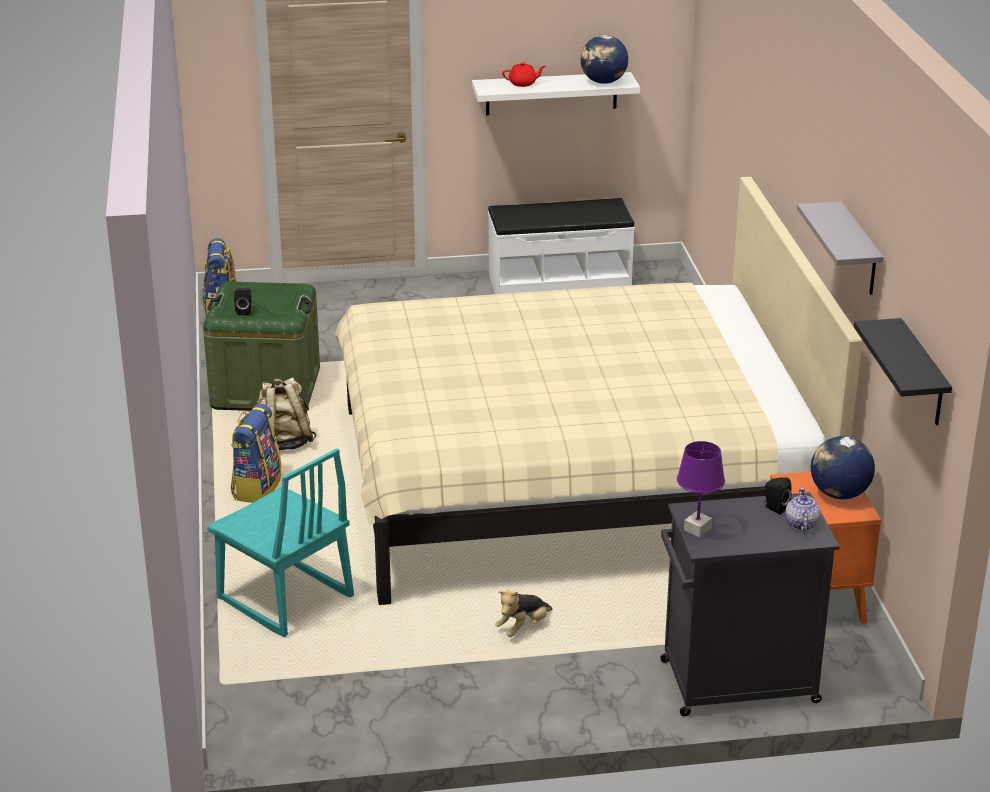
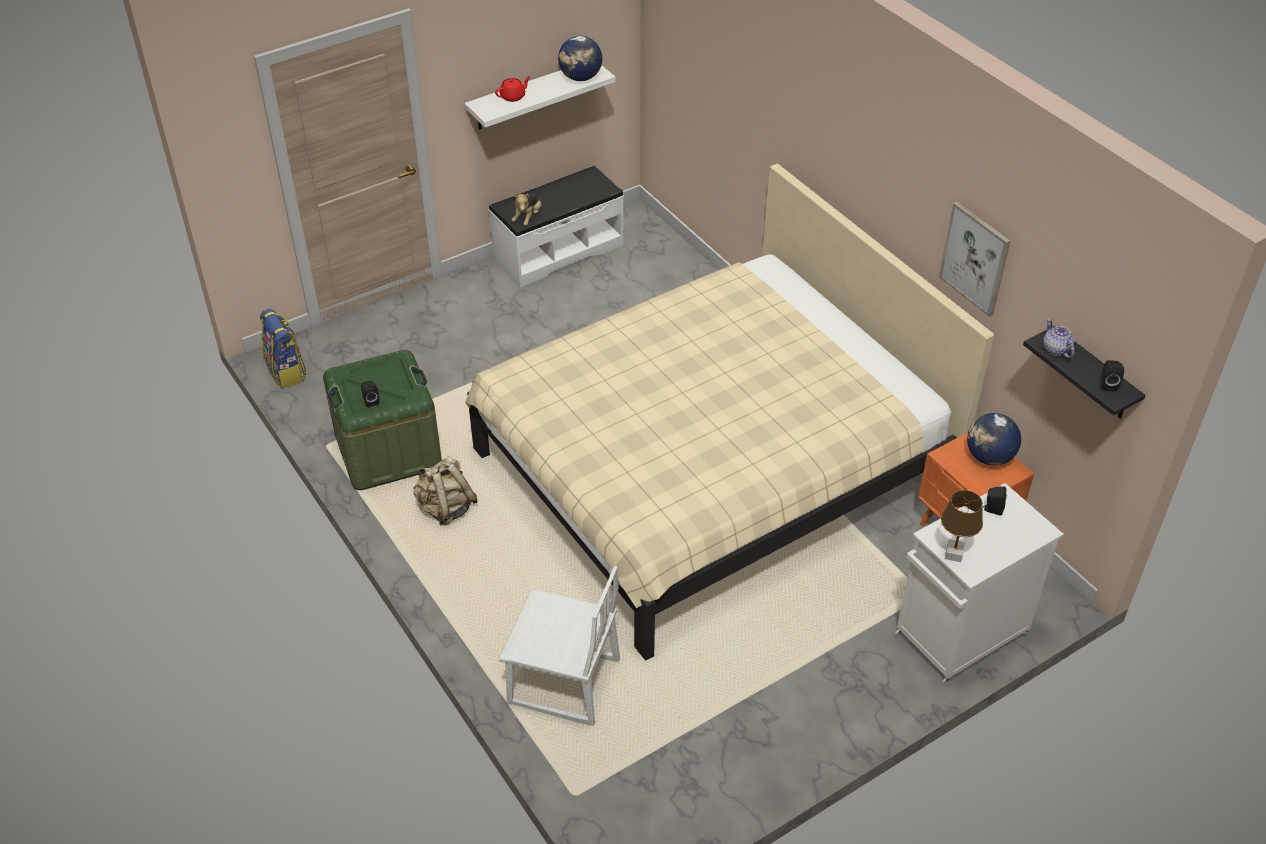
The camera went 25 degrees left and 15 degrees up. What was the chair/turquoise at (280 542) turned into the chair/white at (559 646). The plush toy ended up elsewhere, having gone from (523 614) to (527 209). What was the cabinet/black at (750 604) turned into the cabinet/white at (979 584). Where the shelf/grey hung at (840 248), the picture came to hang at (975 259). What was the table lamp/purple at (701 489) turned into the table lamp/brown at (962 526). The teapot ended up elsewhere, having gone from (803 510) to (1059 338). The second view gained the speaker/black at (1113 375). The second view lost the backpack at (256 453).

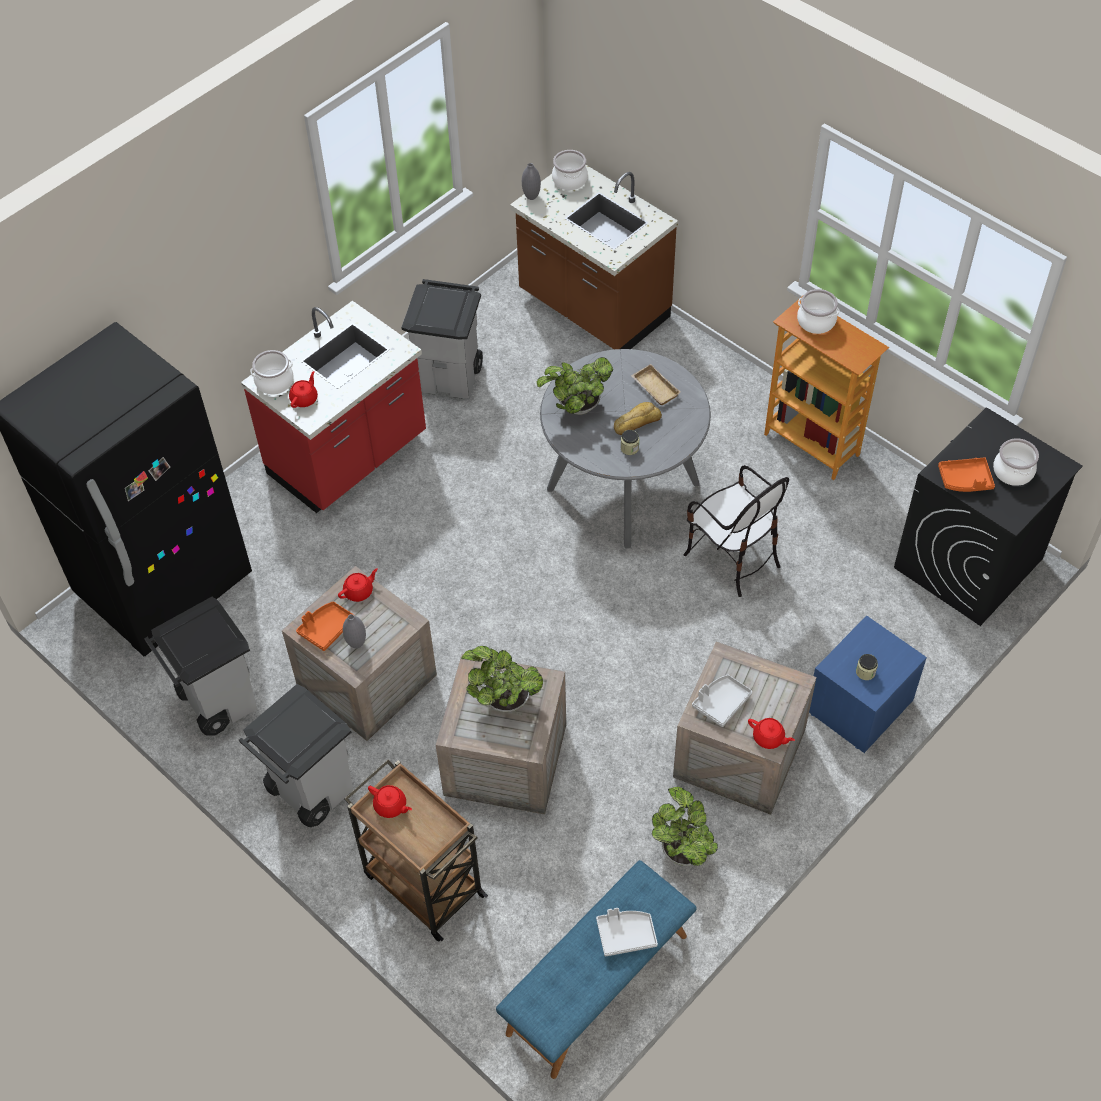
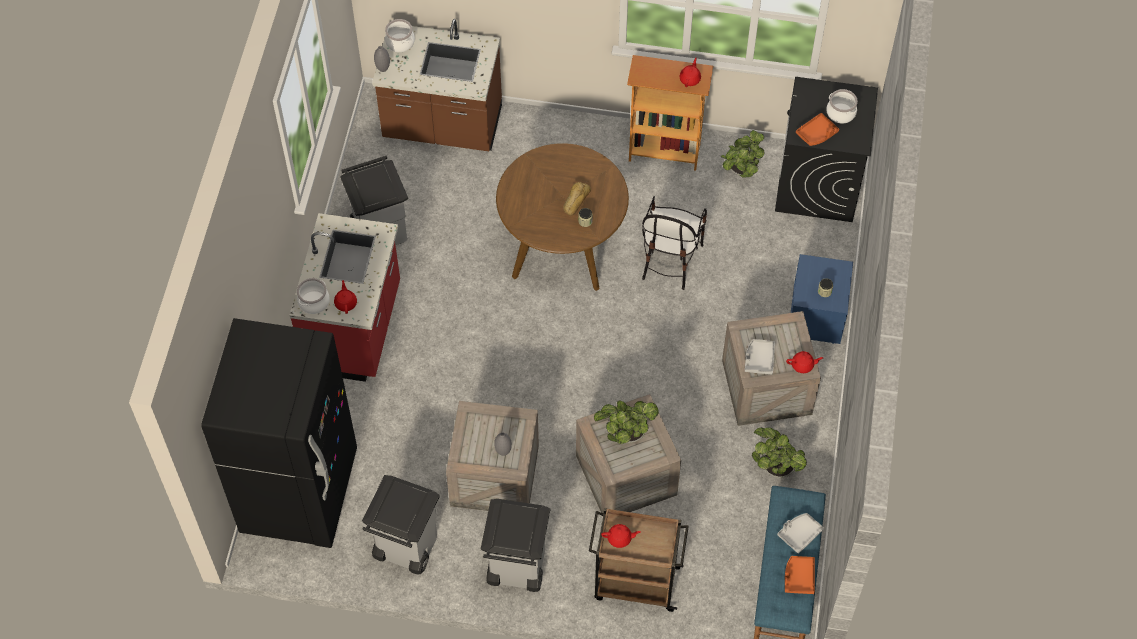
The camera went 35 degrees left and 5 degrees up. What was the dining table/grey at (625 448) turned into the dining table/brown at (562 217). The chair at (736 531) ended up facing another way, 90 degrees clockwise from before. The teapot/red ended up elsewhere, having gone from (358 585) to (690 72). The potted plant ended up elsewhere, having gone from (575 386) to (743 154). The tray/orange ended up elsewhere, having gone from (325 626) to (800 575). The second view lost the tray/beige at (656 384). The second view lost the cooking pot at (818 311).

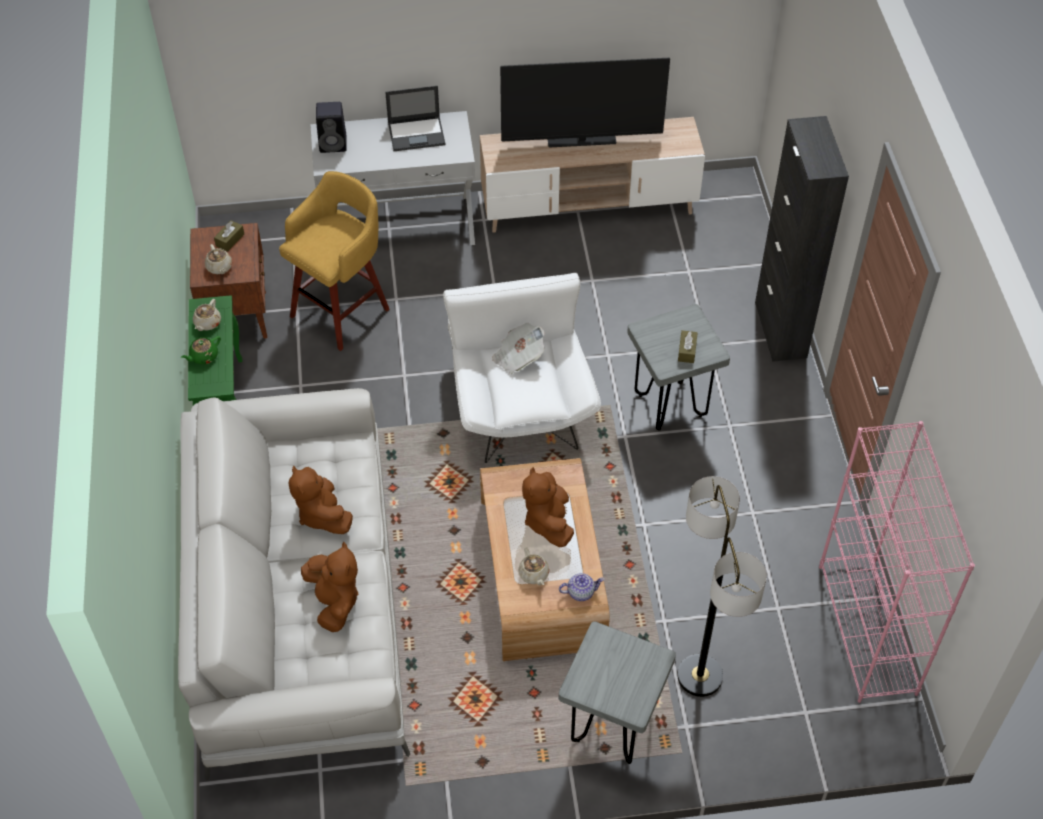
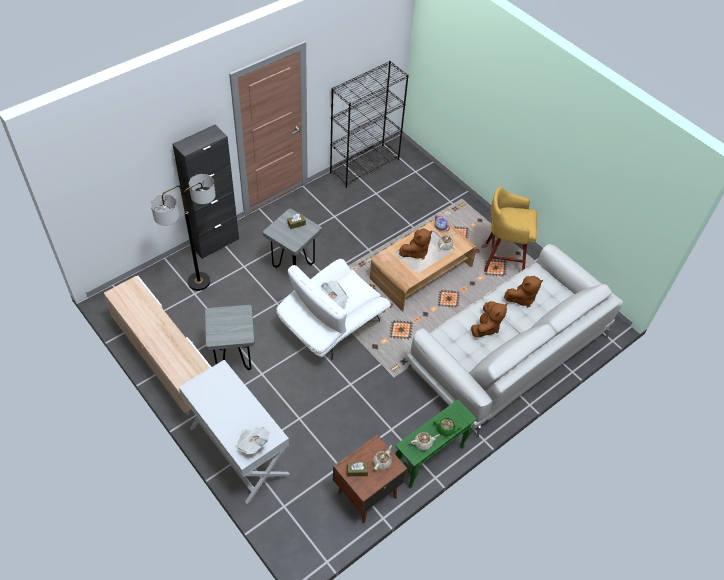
The camera went 125 degrees left and 0 degrees up. The floor lamp ended up elsewhere, having gone from (722 586) to (183 232). The stool/grey ended up elsewhere, having gone from (617 693) to (230 337). Where the speaker/black stood at (331 127), the newspaper came to stand at (253 440). What was the bookcase/pink at (897 562) turned into the bookcase/black at (369 124). The stool/yellow ended up elsewhere, having gone from (334 261) to (510 229). The plush toy/brown at (330 586) ended up facing another way, 150 degrees counterclockwise from before. The second view lost the laptop at (415 118). The second view lost the television at (585 102).

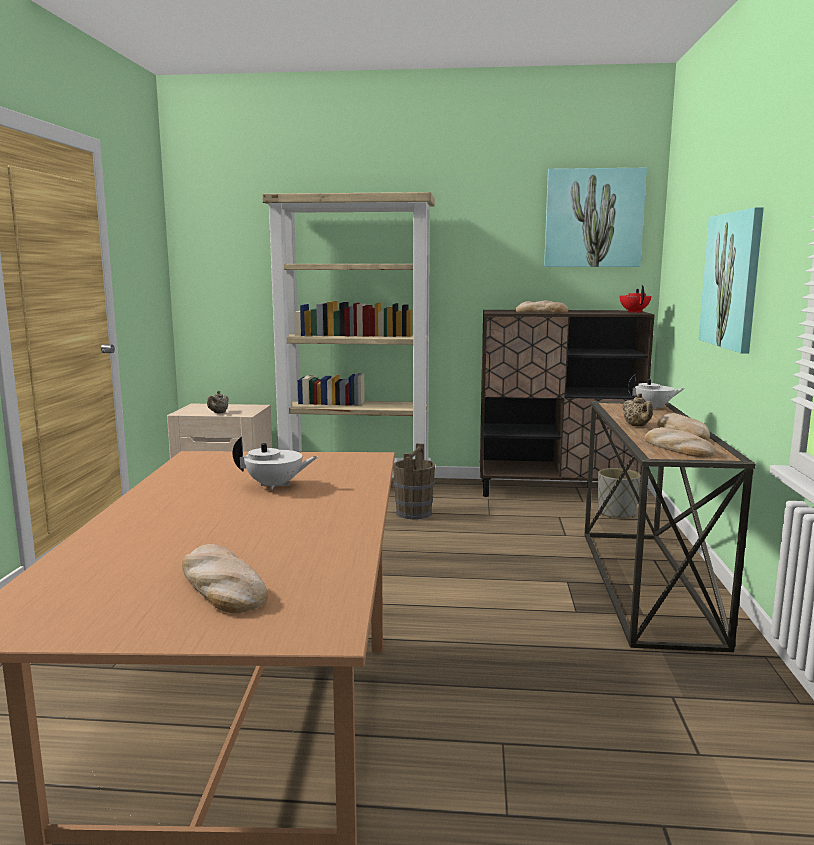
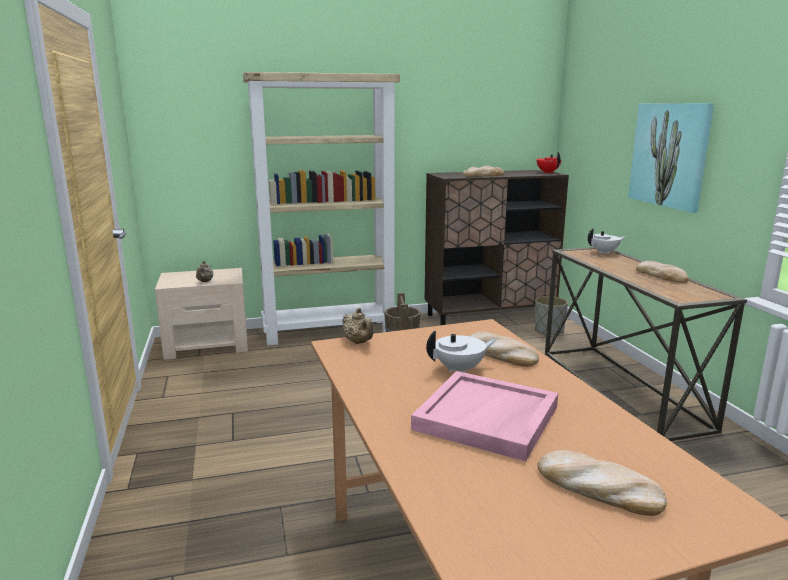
The camera went 20 degrees left and 5 degrees up. The teapot/beige ended up elsewhere, having gone from (638 409) to (358 326). The second view gained the tray/pink at (484 416). The bread ended up elsewhere, having gone from (680 442) to (504 349). The second view lost the picture at (595 217).

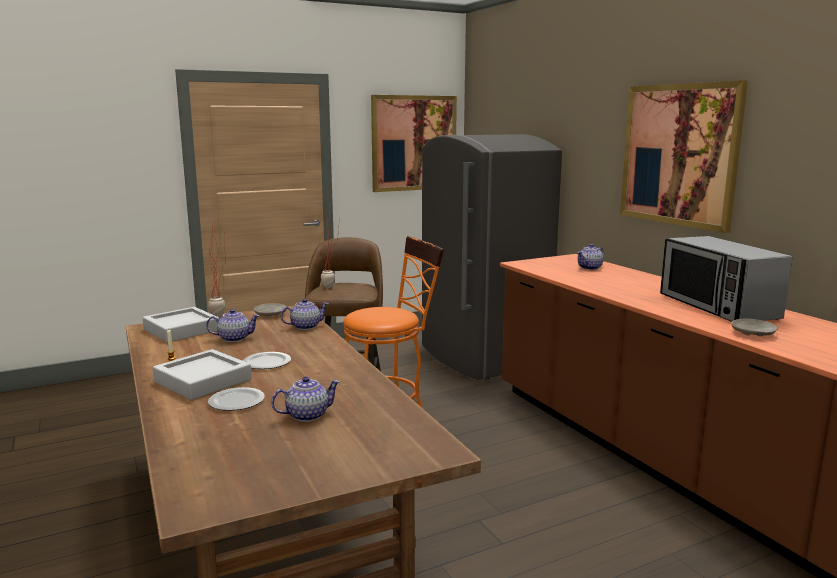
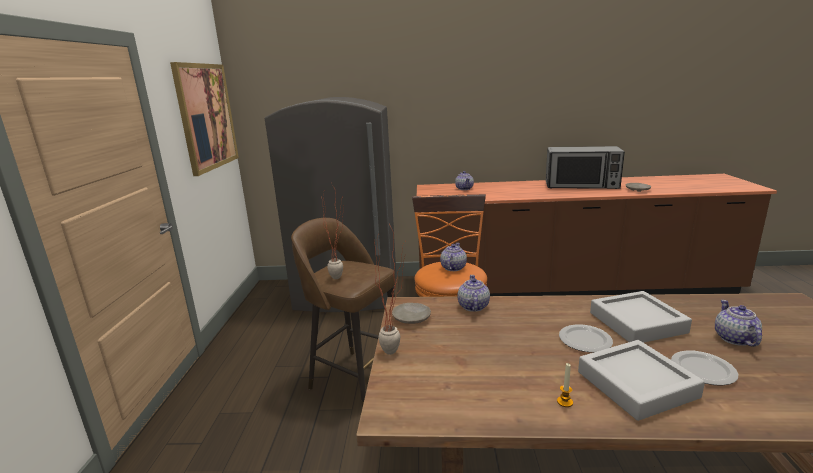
The camera went 60 degrees left and 5 degrees up. The teapot ended up elsewhere, having gone from (233 325) to (453 257). The tray/grey ended up elsewhere, having gone from (181 324) to (641 317). The second view lost the picture at (684 156).

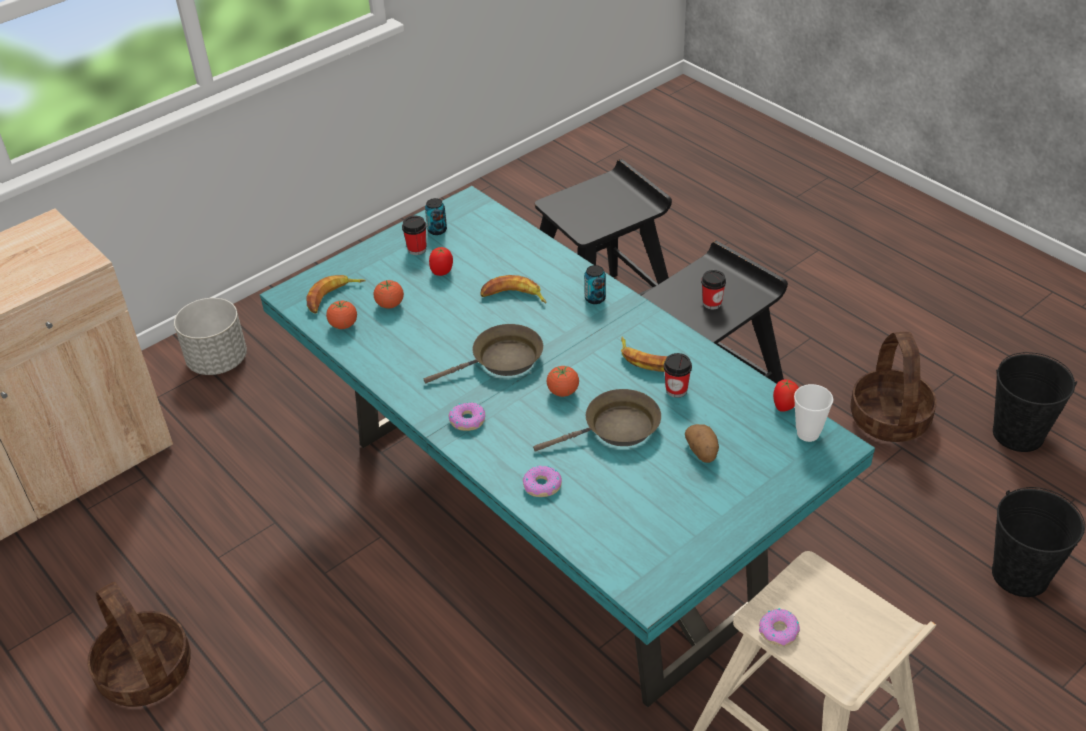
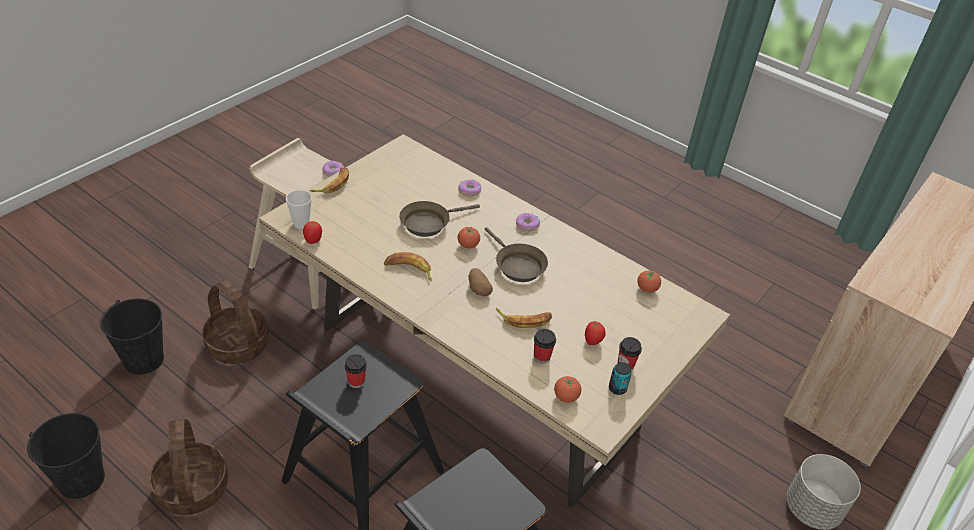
The camera went 165 degrees right and 0 degrees up. The basket ended up elsewhere, having gone from (139 644) to (235 322). What was the dining table/turquoise at (567 446) turned into the dining table/beige at (494 321). The banana ended up elsewhere, having gone from (336 294) to (329 180). The potato ended up elsewhere, having gone from (702 443) to (480 282). The frying pan/brown at (483 354) ended up facing another way, 90 degrees counterclockwise from before. The cup ended up elsewhere, having gone from (678 375) to (545 346). The tomato ended up elsewhere, having gone from (389 294) to (567 389). The second view lost the can at (595 284).

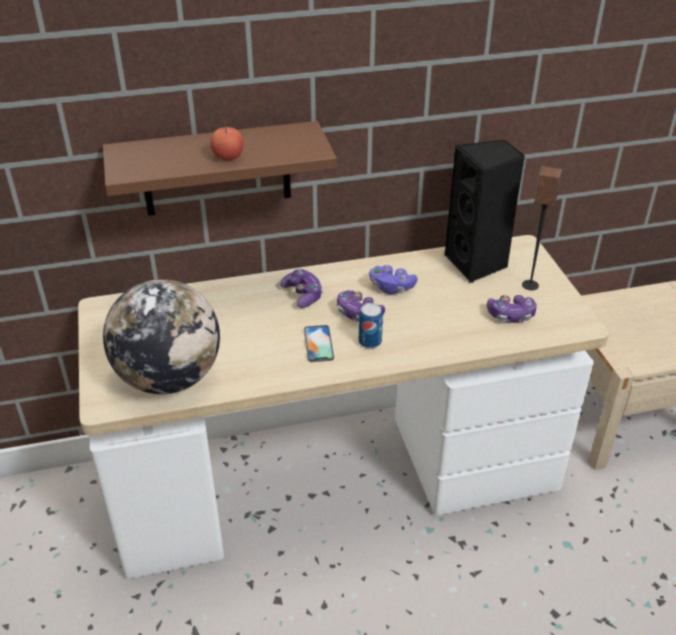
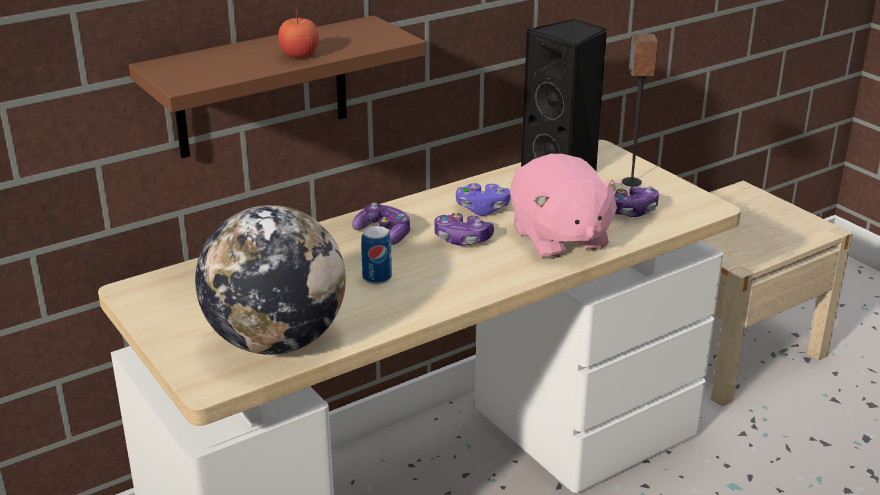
The camera went 20 degrees left and 10 degrees down. The can ended up elsewhere, having gone from (371 325) to (376 255). The second view gained the plush toy/pink at (566 206). The second view lost the phone at (319 343).

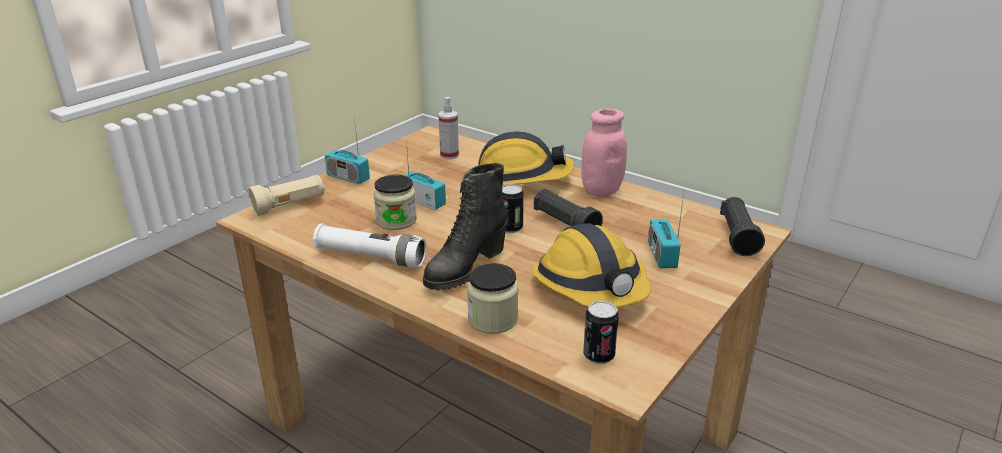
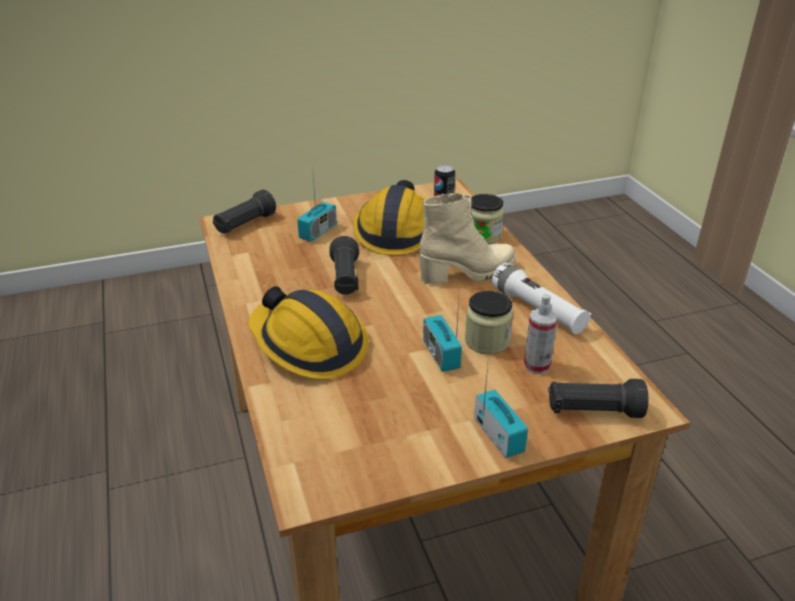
The camera went 145 degrees left and 5 degrees up. What was the boot/black at (465 226) turned into the boot/beige at (467 238). The spray bottle ended up elsewhere, having gone from (448 128) to (541 334). What was the flashlight/beige at (286 195) turned into the flashlight/black at (598 398). The second view lost the can at (513 208). The second view lost the jar/pink at (604 152).

